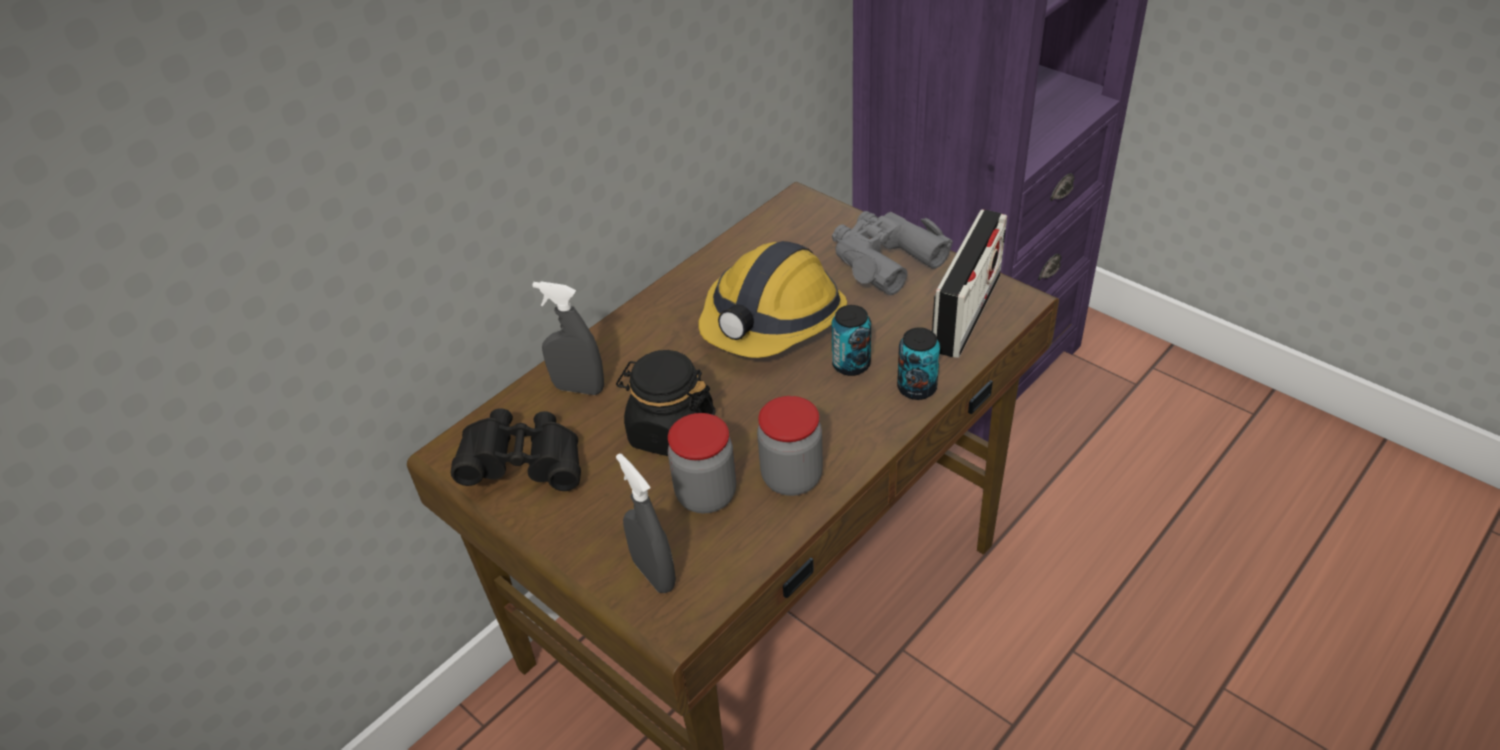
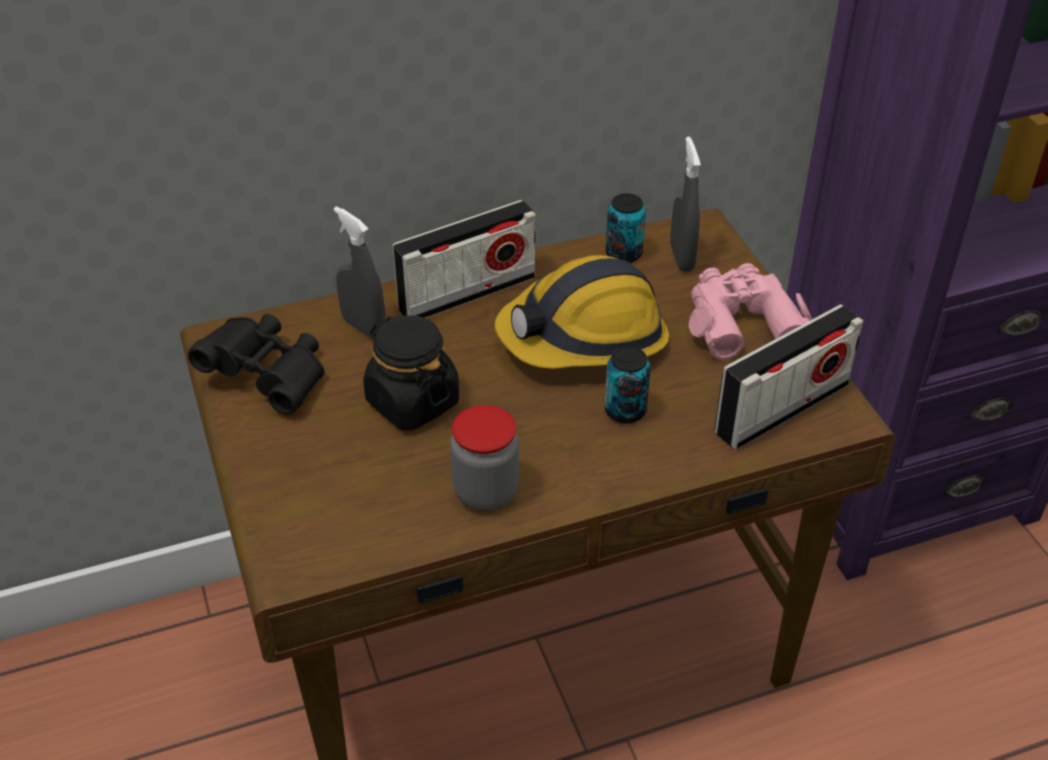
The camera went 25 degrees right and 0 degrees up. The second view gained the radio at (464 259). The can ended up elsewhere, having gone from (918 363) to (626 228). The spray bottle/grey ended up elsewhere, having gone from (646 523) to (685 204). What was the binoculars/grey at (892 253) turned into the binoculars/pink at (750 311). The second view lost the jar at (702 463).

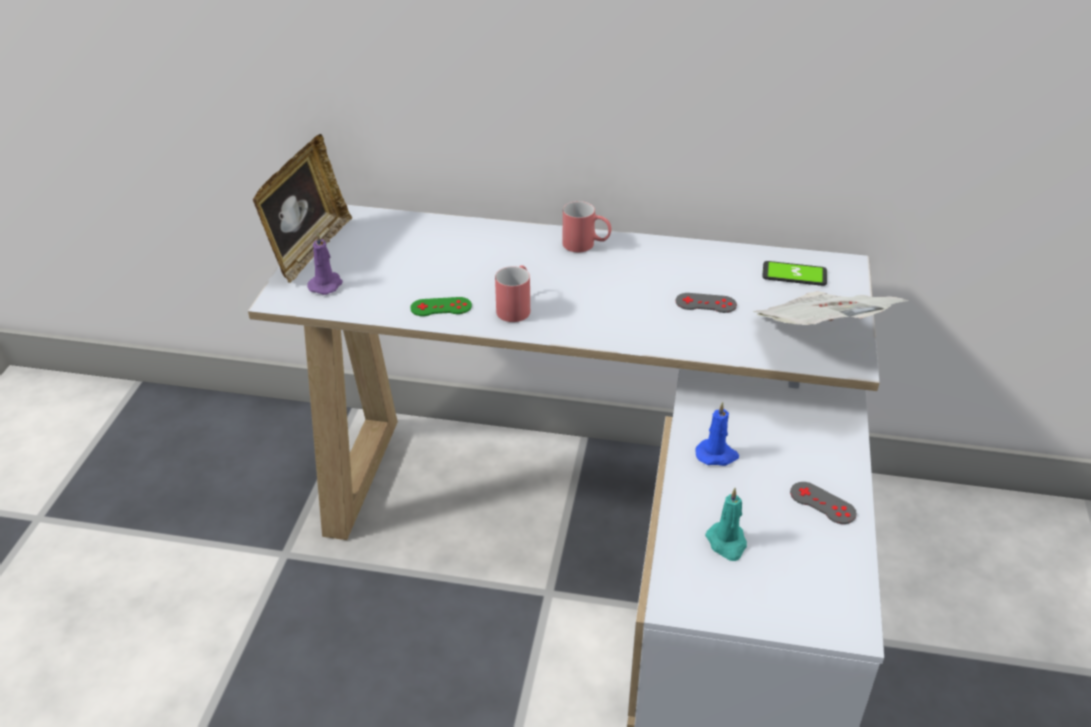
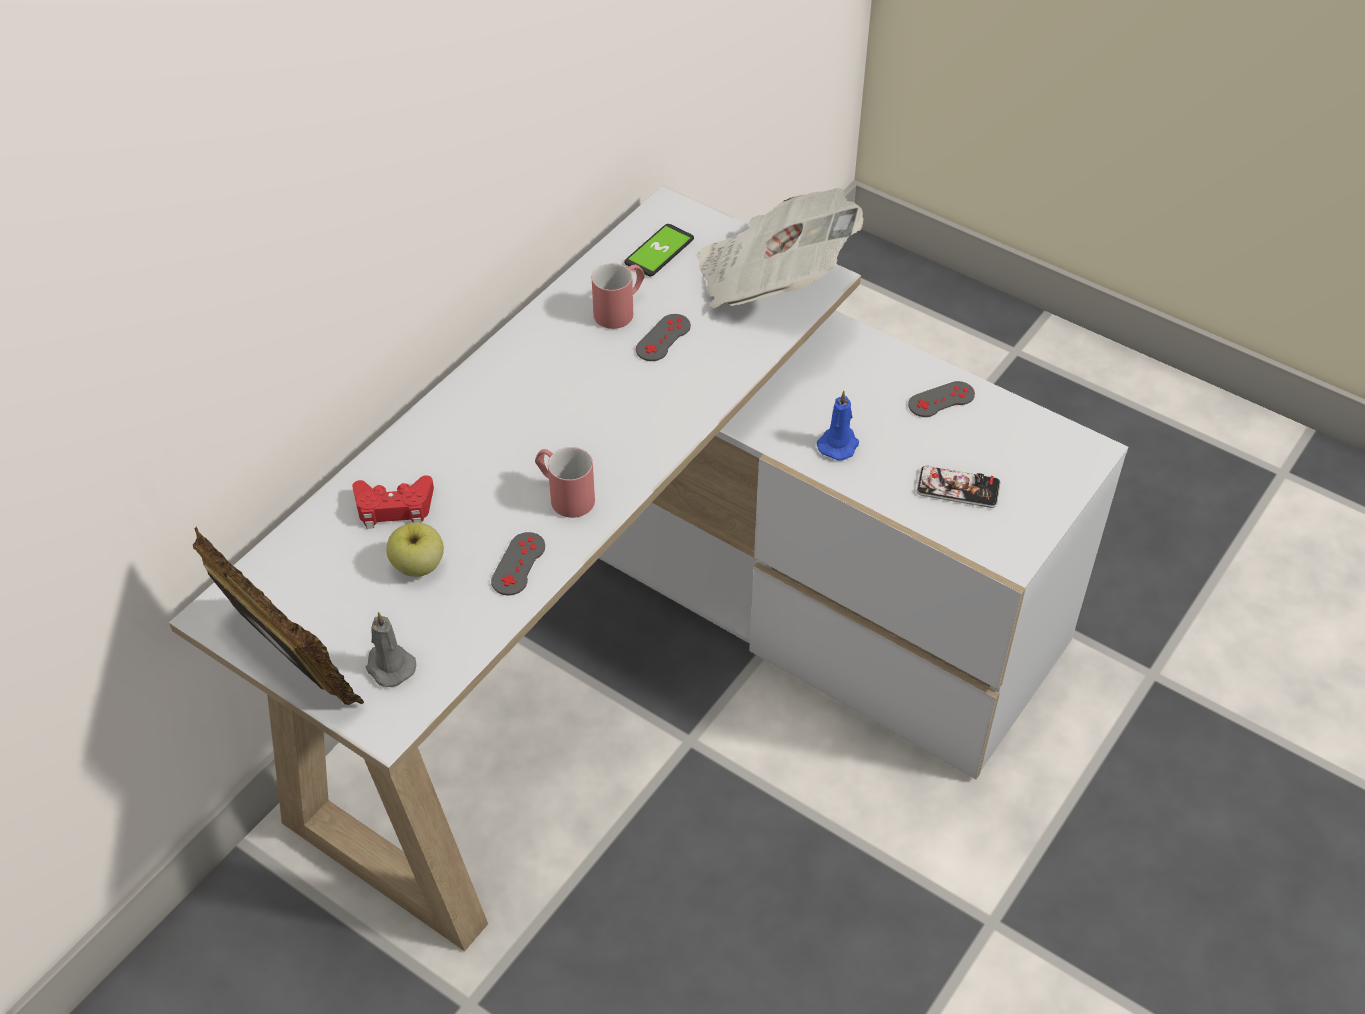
The camera went 65 degrees left and 10 degrees up. The second view gained the game controller/red at (393 502). What was the candle/purple at (325 263) turned into the candle/grey at (391 649). The second view gained the apple at (415 549). What was the game controller/green at (441 306) turned into the game controller/grey at (518 563). The mug/red ended up elsewhere, having gone from (587 227) to (618 296). Where the candle/turquoise stood at (726 524), the phone came to stand at (959 486).

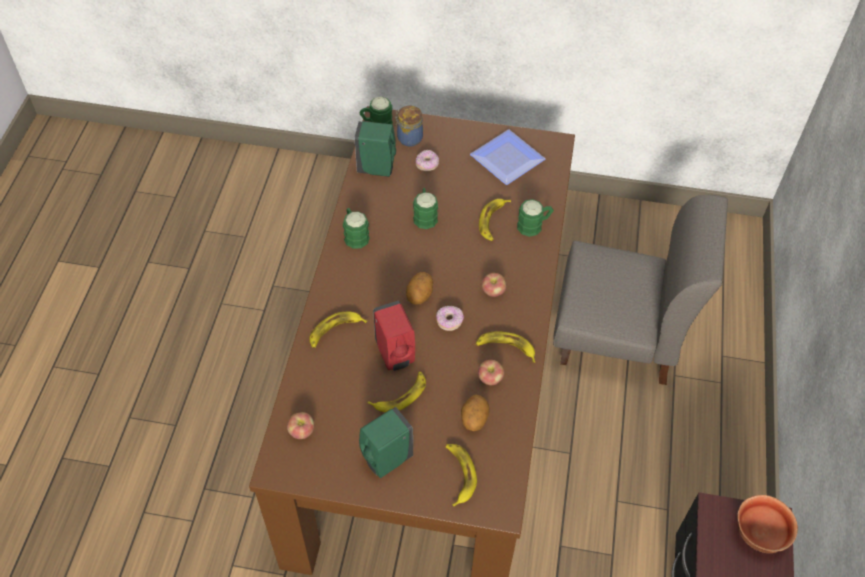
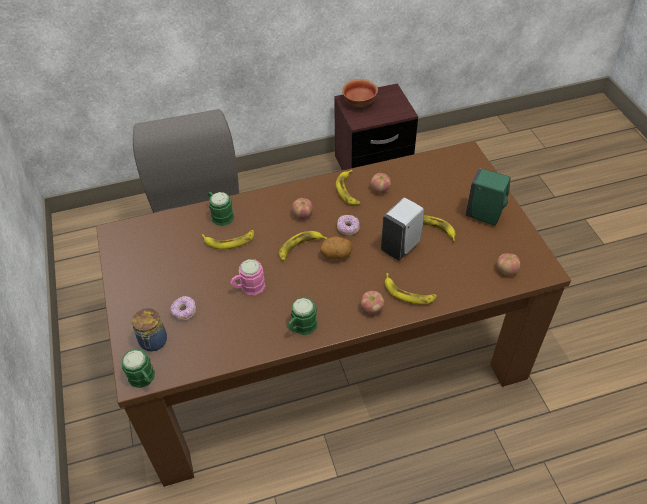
The camera went 115 degrees left and 5 degrees down. What was the mug/green at (425 208) turned into the mug/pink at (247 277). The banana ended up elsewhere, having gone from (461 475) to (303 246). The second view gained the apple at (372 302). What was the soap dispenser/red at (394 336) turned into the soap dispenser/white at (402 229). The second view lost the soap dispenser/green at (375 149). The second view lost the potato at (475 413). The second view lost the plate at (508 157).

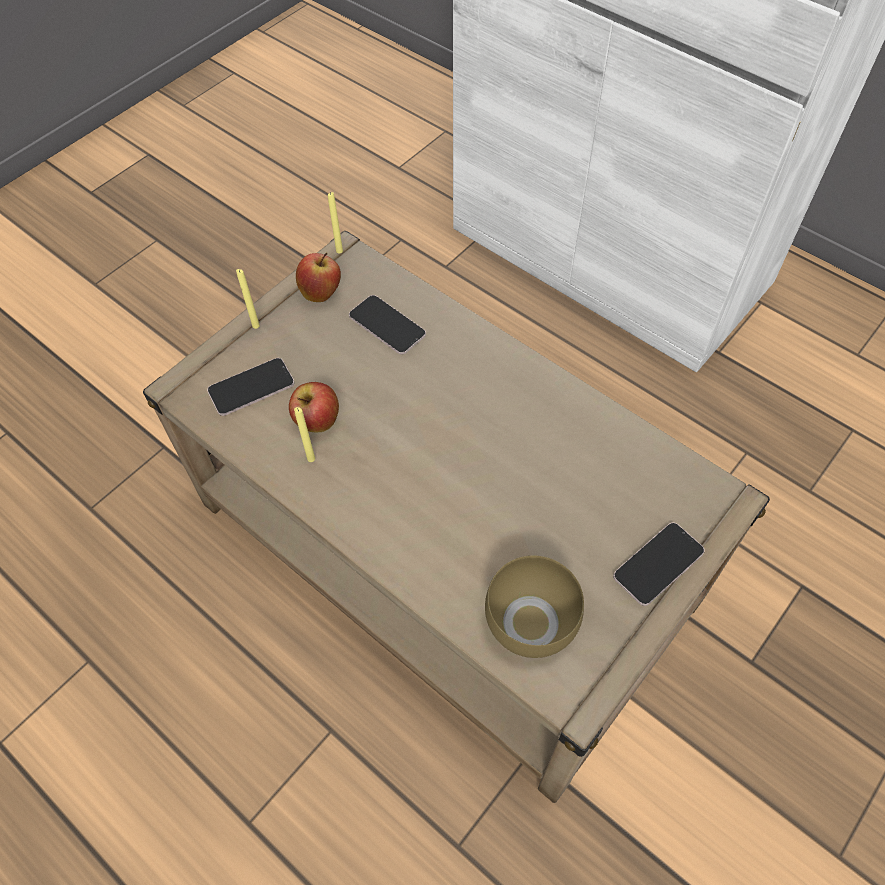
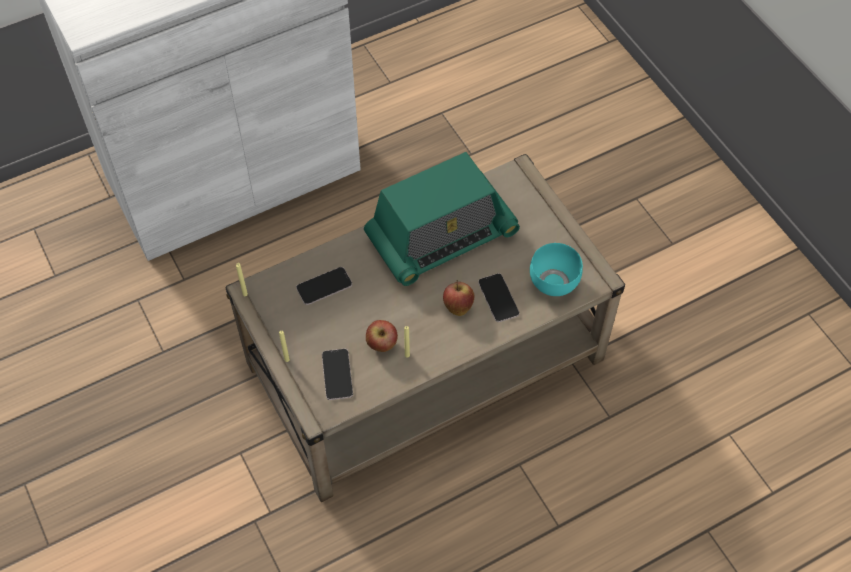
The camera went 70 degrees left and 0 degrees up. The second view gained the radio at (442 219). The apple ended up elsewhere, having gone from (318 277) to (459 298). The phone ended up elsewhere, having gone from (659 564) to (498 297). What was the bowl/brown at (534 606) turned into the bowl/turquoise at (556 269).

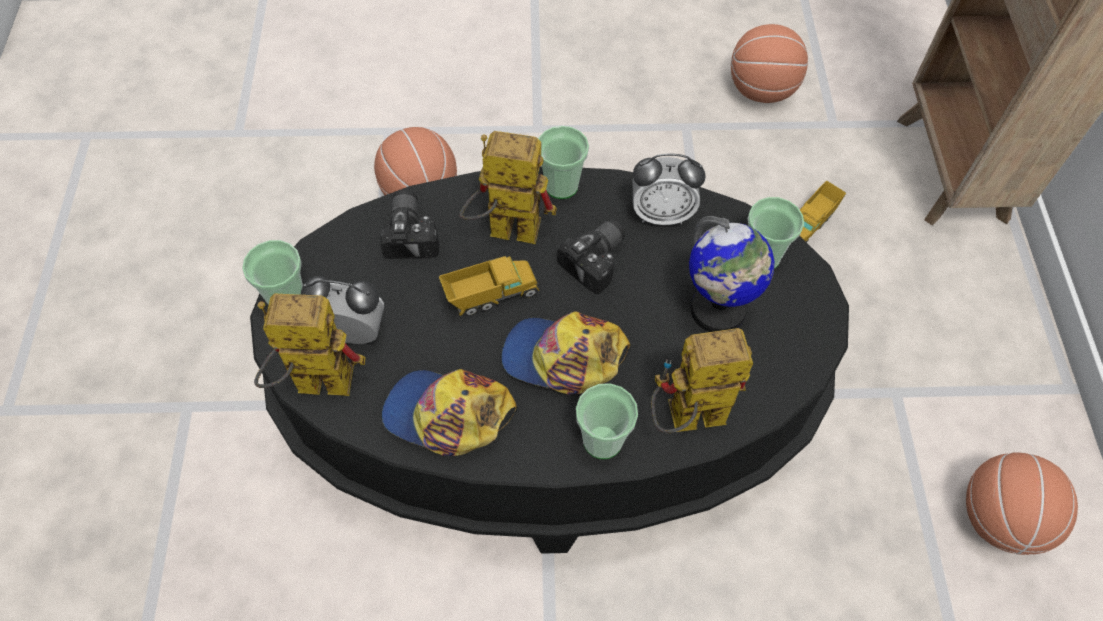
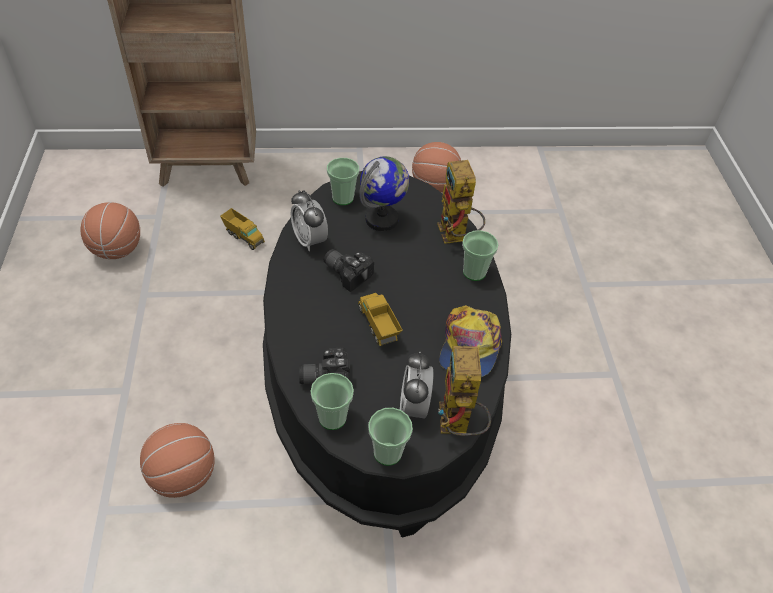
The camera went 95 degrees left and 10 degrees down. The alarm clock at (669 189) ended up facing another way, 150 degrees clockwise from before. The cup ended up elsewhere, having gone from (563 162) to (332 401). The second view lost the toy robot at (508 187). The second view lost the cap at (565 353).

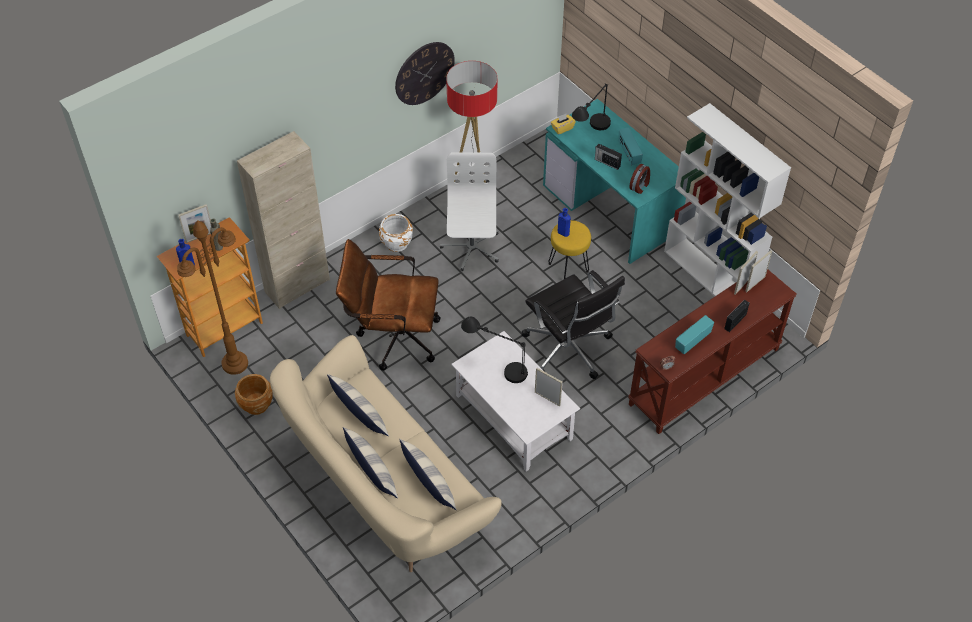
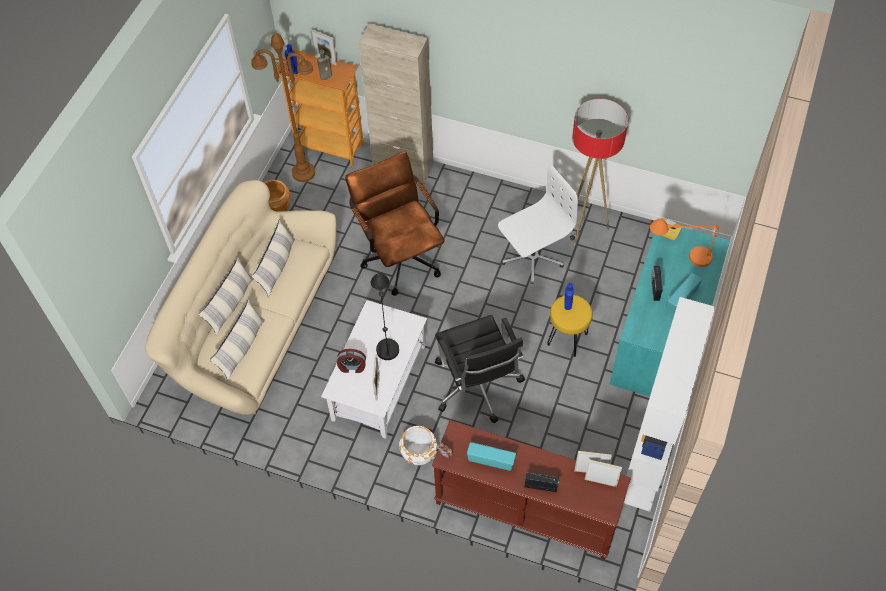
The camera went 60 degrees right and 5 degrees up. The alarm clock ended up elsewhere, having gone from (640 179) to (351 361). The planter/white ended up elsewhere, having gone from (396 233) to (418 445). The office chair/black at (573 324) ended up facing another way, 45 degrees counterclockwise from before. What was the table lamp/black at (591 107) turned into the table lamp/orange at (684 243). The second view lost the wall clock at (425 73).

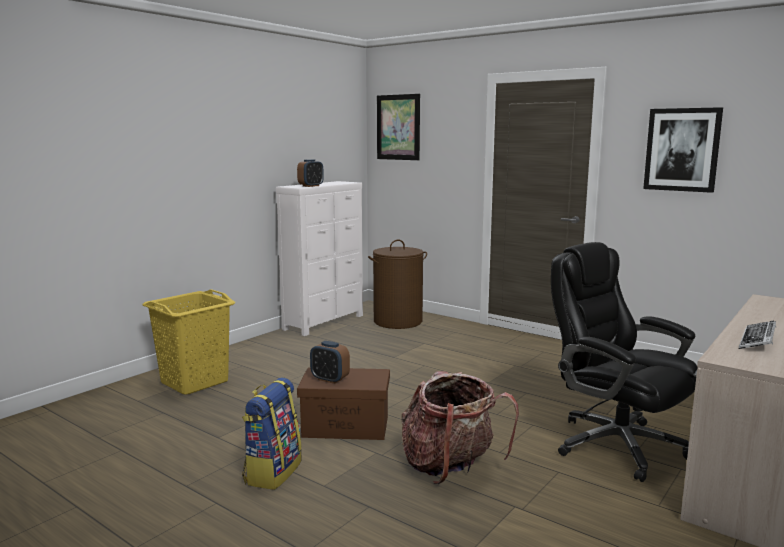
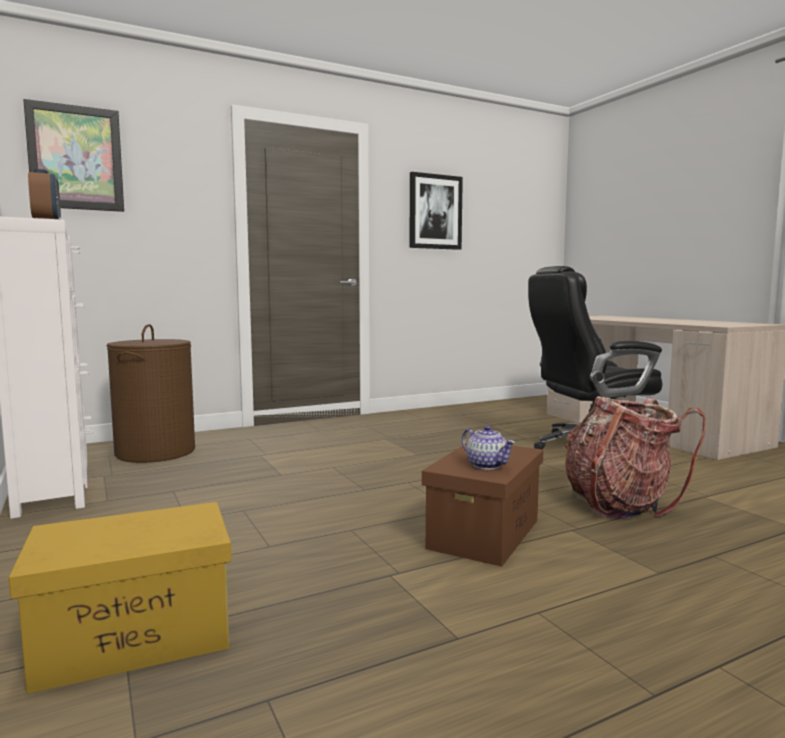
The camera went 65 degrees left and 5 degrees down. Where the laundry basket/yellow stood at (189 342), the storage box/yellow came to stand at (119 598). Where the alarm clock stood at (330 362), the teapot came to stand at (488 447). The second view lost the backpack at (272 434). The second view lost the keyboard at (757 334).

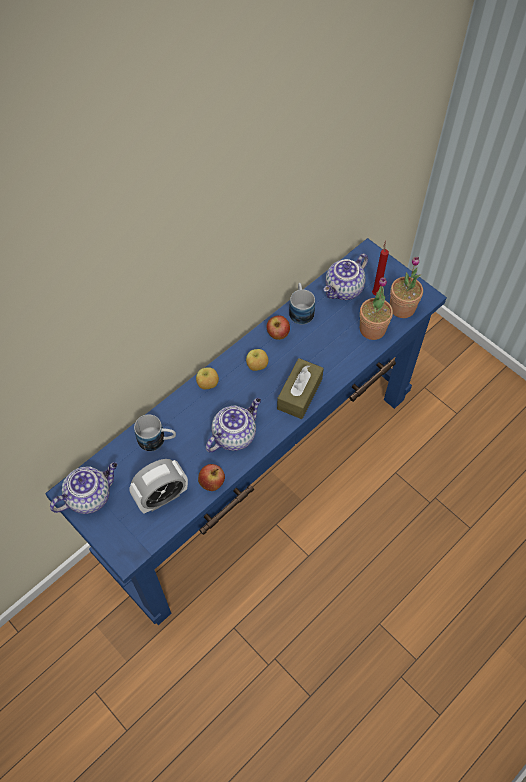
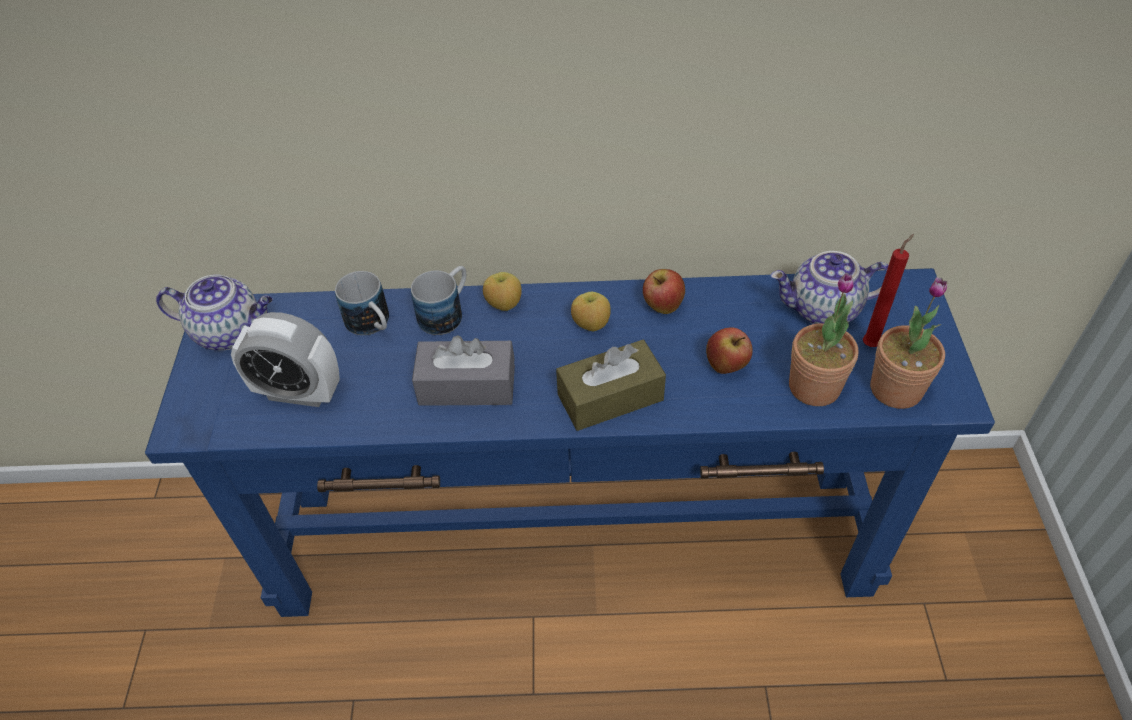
The camera went 45 degrees right and 10 degrees down. The mug ended up elsewhere, having gone from (302 303) to (438 300). Where the teapot stood at (233 425), the tissue box/grey came to stand at (463 370). The apple ended up elsewhere, having gone from (211 477) to (729 350).

